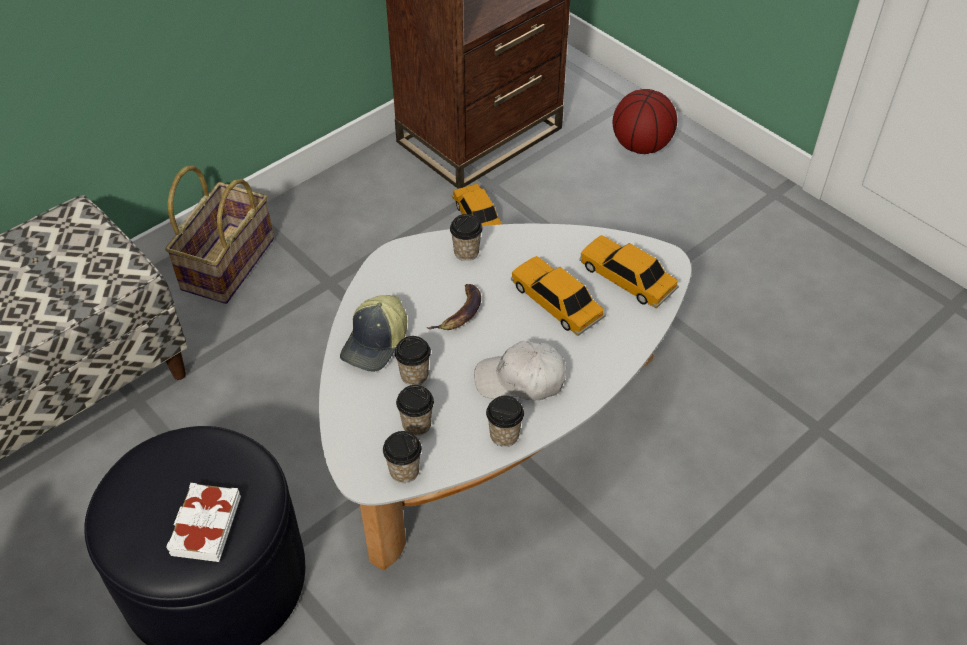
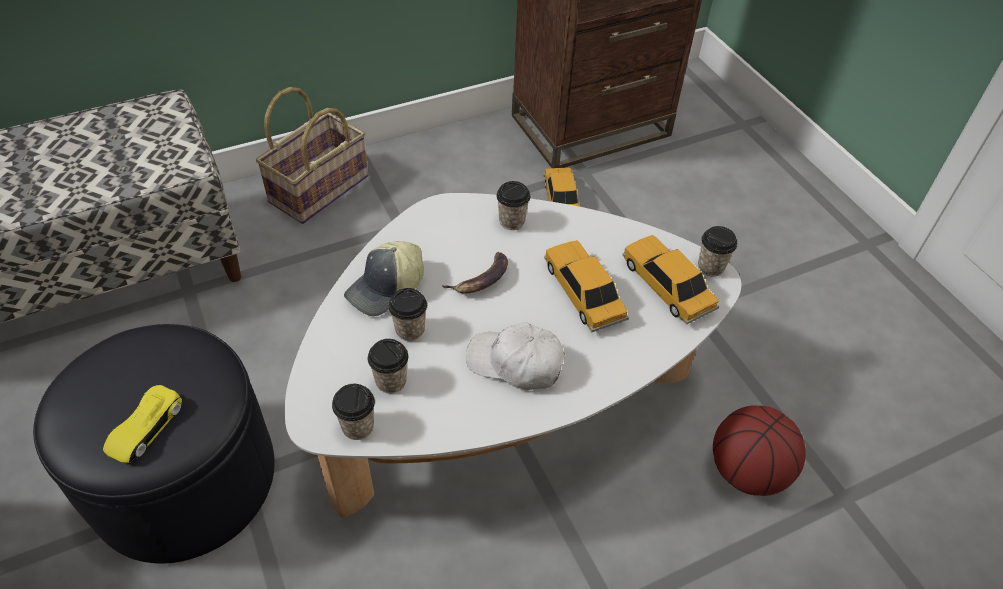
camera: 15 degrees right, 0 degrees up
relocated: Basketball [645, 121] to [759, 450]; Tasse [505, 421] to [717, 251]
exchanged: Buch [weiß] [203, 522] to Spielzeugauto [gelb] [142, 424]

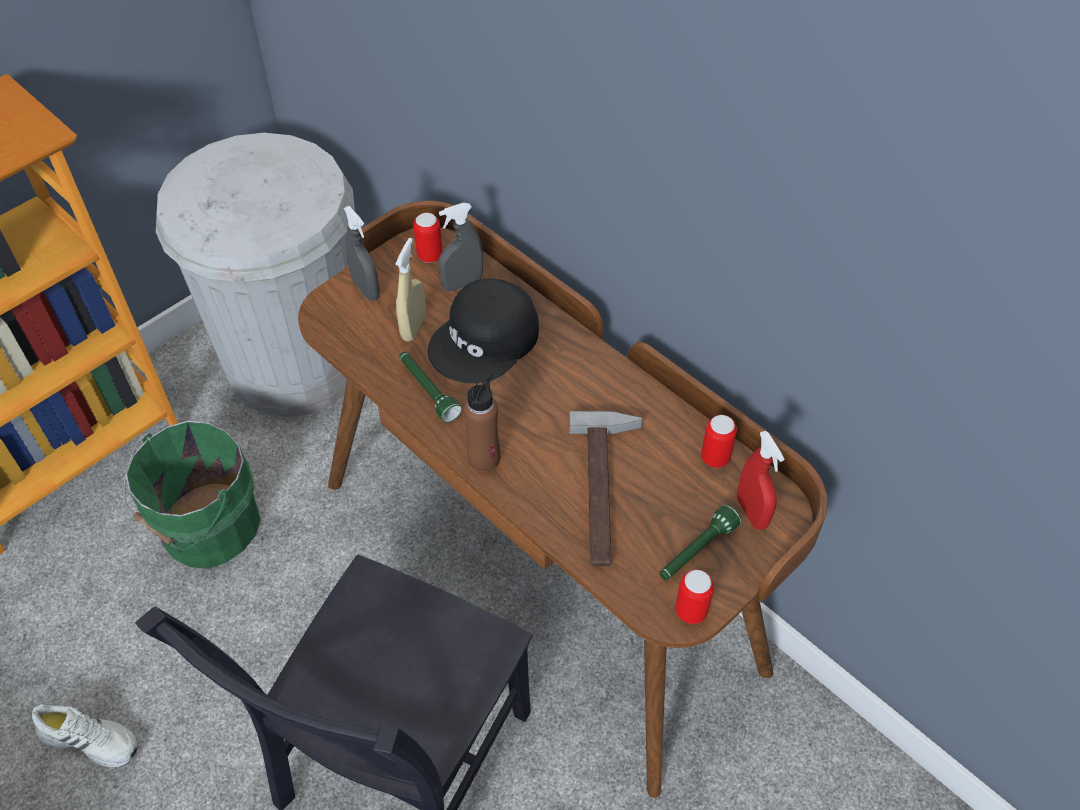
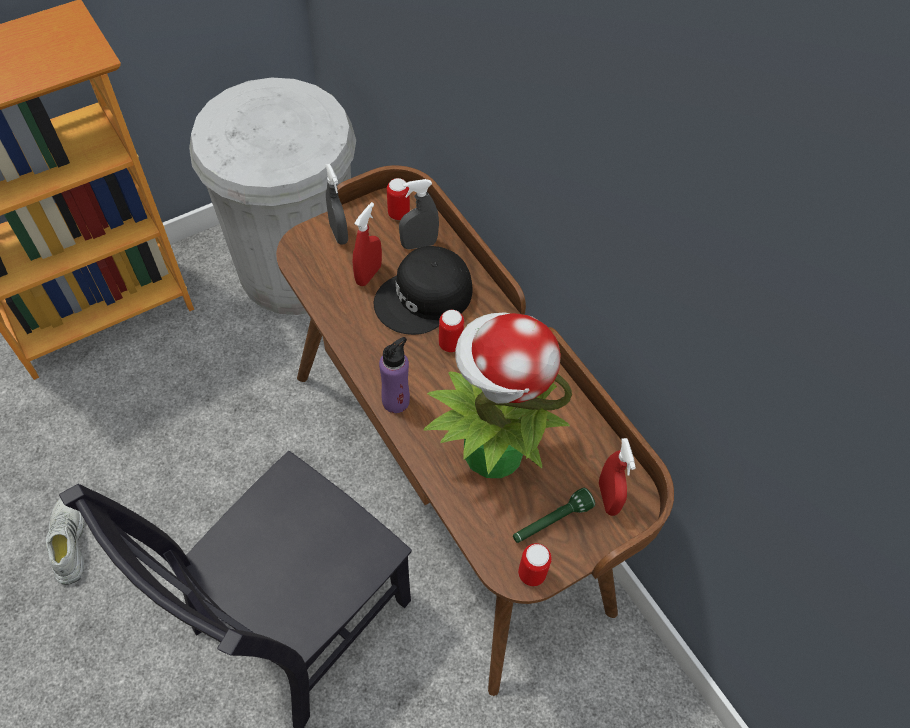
camera: 10 degrees right, 5 degrees up
missing: Taschenlampe [grün] [430, 387]; Eimer [grün] [192, 495]
relocated: Dose [719, 441] to [451, 331]
exchanged: Hammer [606, 488] to Topfpflanze [497, 395]
colour: Sprühflasche [beige] [410, 290] to Sprühflasche [rot] [367, 244]; Flasche [braun] [481, 422] to Flasche [lila] [394, 375]
spun: Schuh [weiß] [85, 736] = [65, 541] 135 degrees counterclockwise

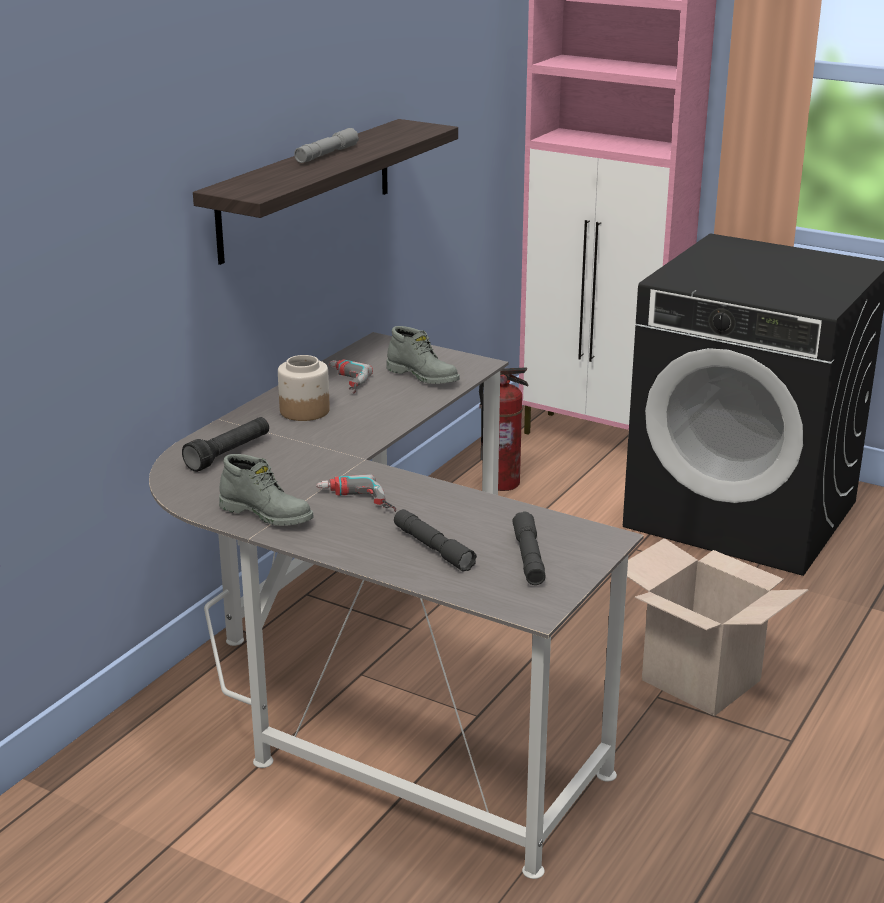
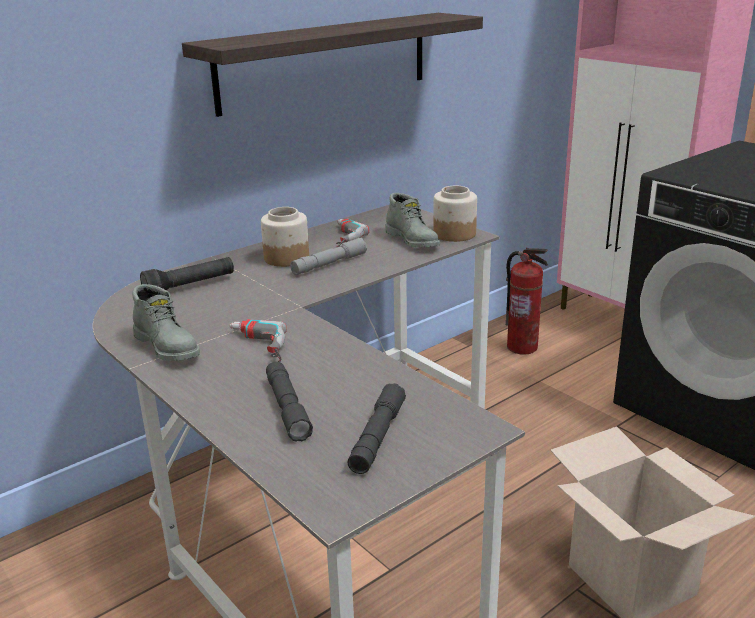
camera: 20 degrees right, 0 degrees up
appeared: Vorratsglas [455, 214]
relocated: Taschenlampe [grau] [326, 145] to [328, 256]

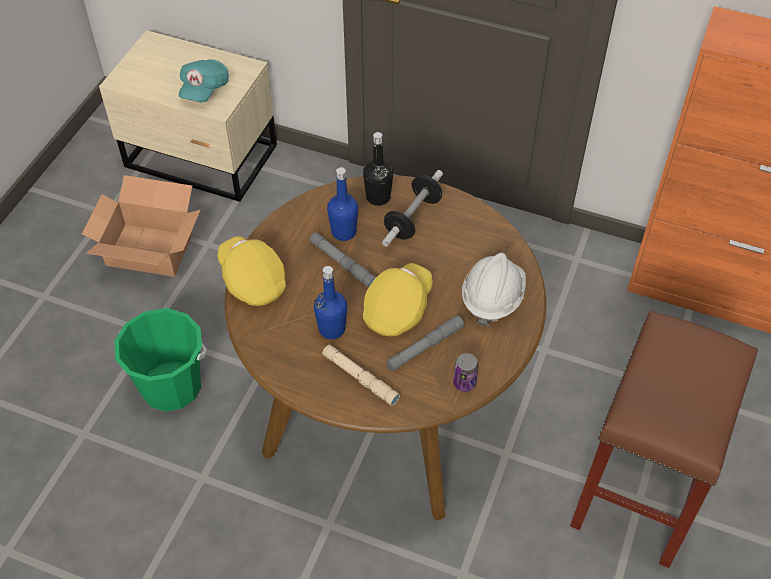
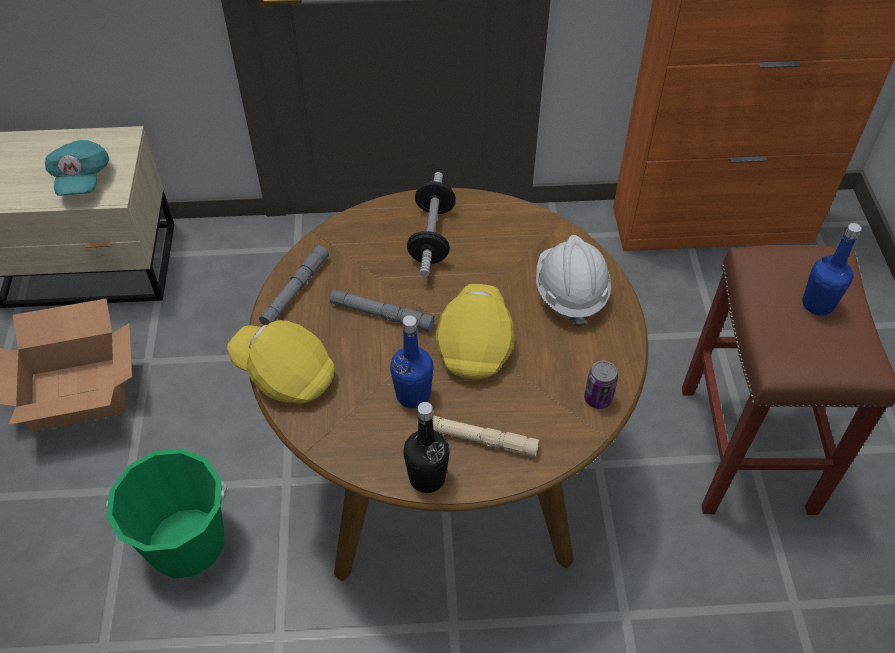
camera: 25 degrees left, 0 degrees up
relocated: Flasche [schwarz] [378, 169] to [426, 447]; Flasche [blau] [342, 204] to [831, 269]; Taschenlampe [grau] [425, 343] to [294, 285]

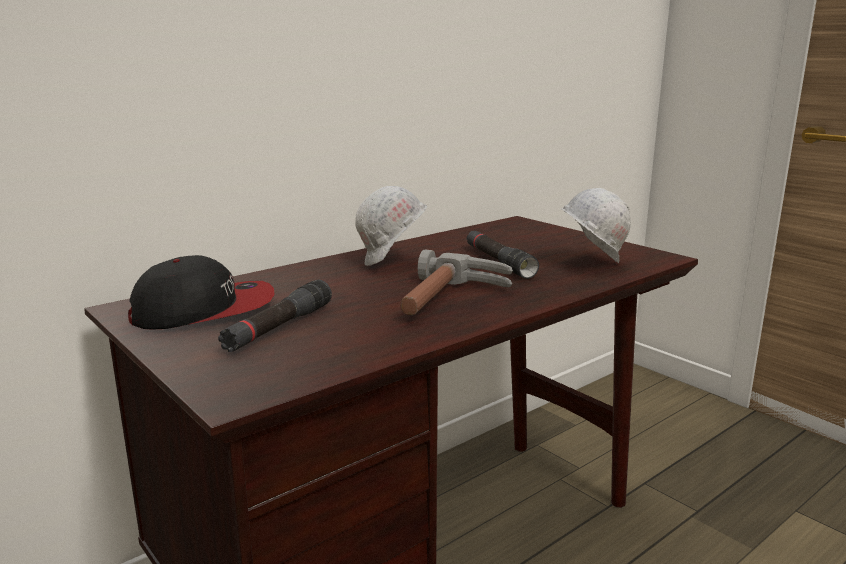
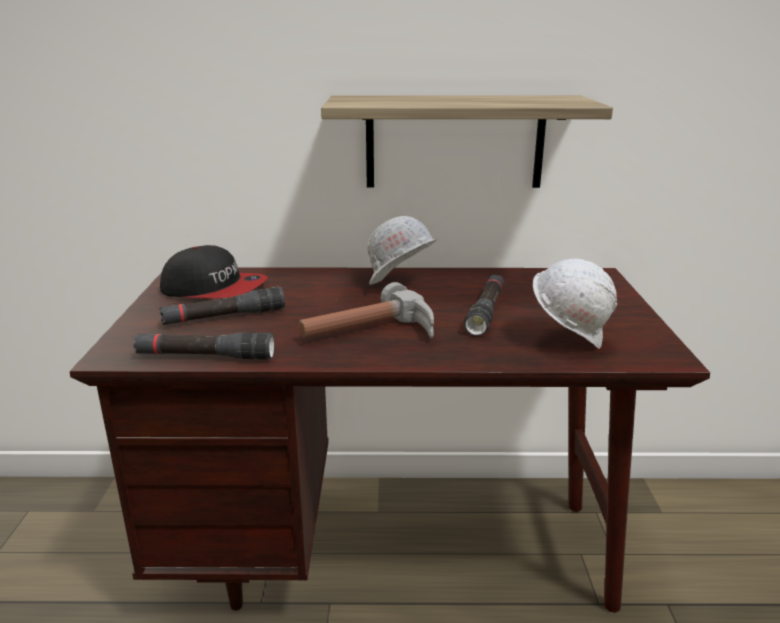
camera: 40 degrees right, 5 degrees up
appeared: Wandregal [467, 141]; Taschenlampe [schwarz] [203, 345]

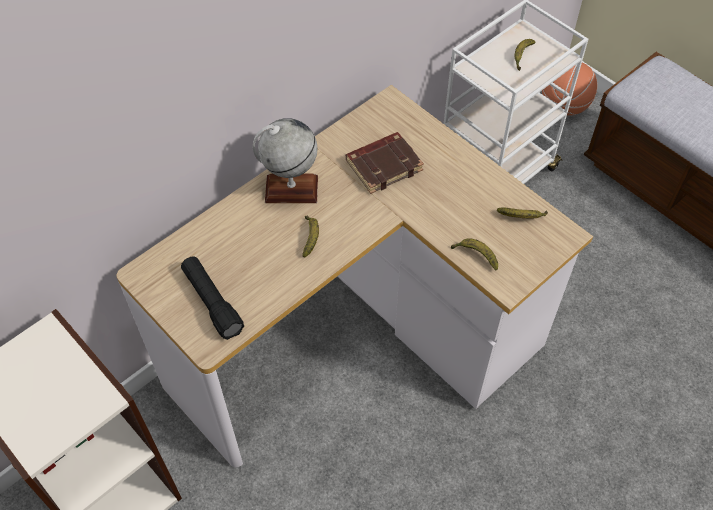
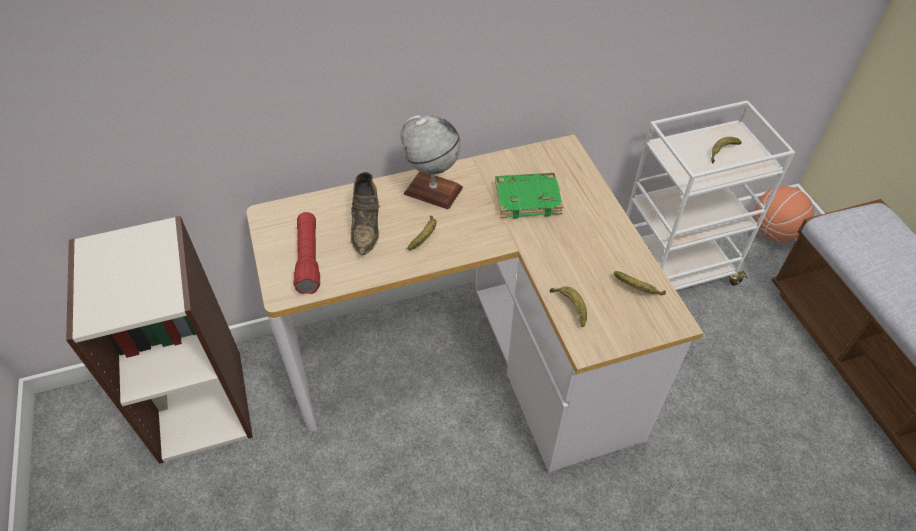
camera: 25 degrees right, 5 degrees down
appeared: Schuh [braun] [365, 213]
colour: Buch [braun] [385, 163] to Buch [grün] [529, 196]; Taschenlampe [schwarz] [212, 298] to Taschenlampe [rot] [307, 253]

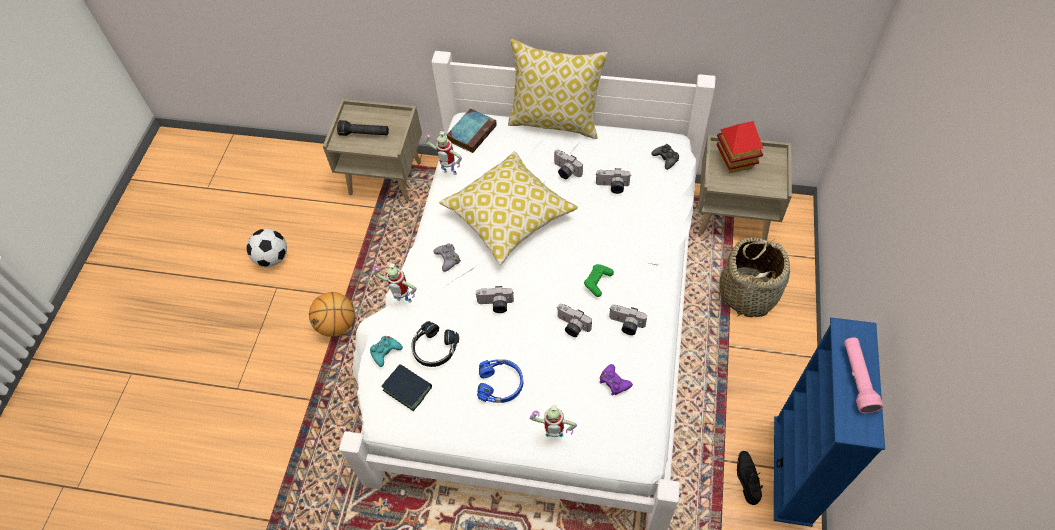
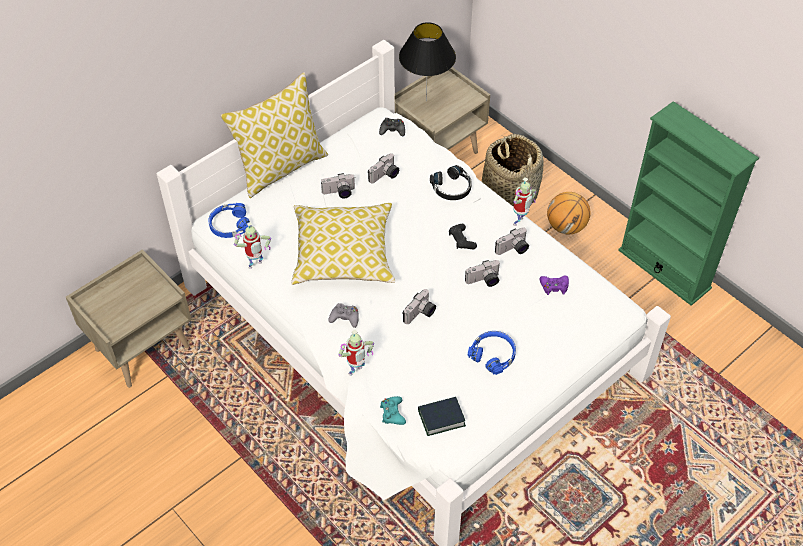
camera: 55 degrees left, 5 degrees down
missing: Taschenlampe [schwarz] [363, 128]; Fußball [266, 248]; Taschenlampe [rosa] [863, 375]; Schuh [schwarz] [750, 478]
relocated: Basketball [332, 314] to [569, 213]; Kopfhörer [schwarz] [435, 344] to [451, 182]; Spielzeugroboter [553, 421] to [524, 201]
exchanged: Buch [472, 130] to Kopfhörer [blau] [229, 220]; Spielzeughaus [740, 147] to Tischlampe [schwarz] [427, 61]
colour: Gamepad [grün] [599, 280] to Gamepad [schwarz] [463, 236]; Bücherregal [blau] [829, 422] to Bücherregal [grün] [688, 203]

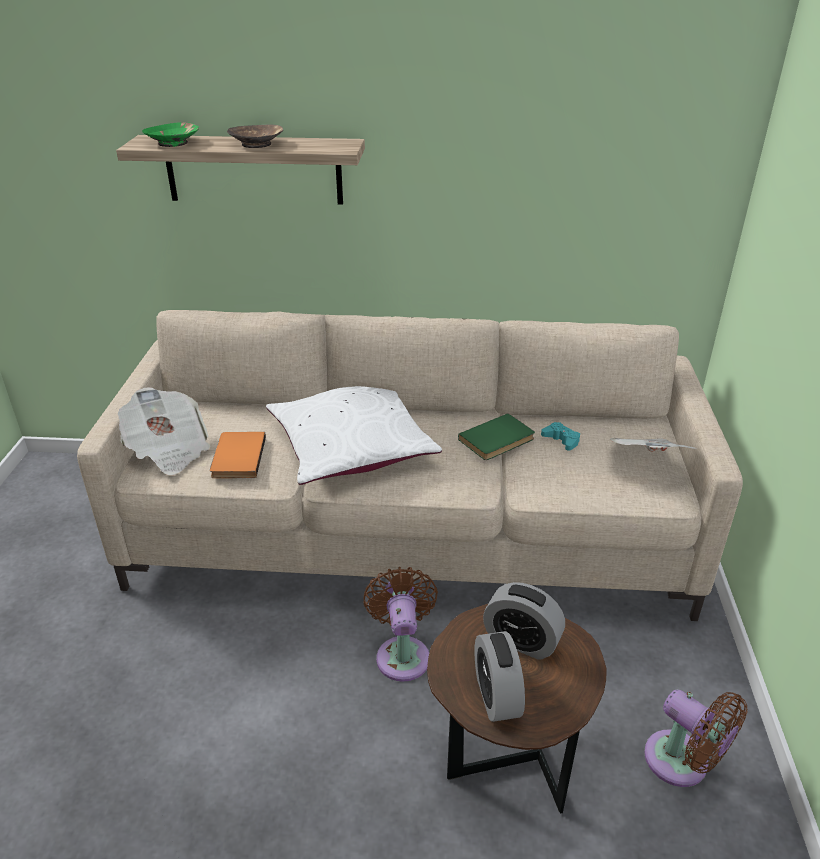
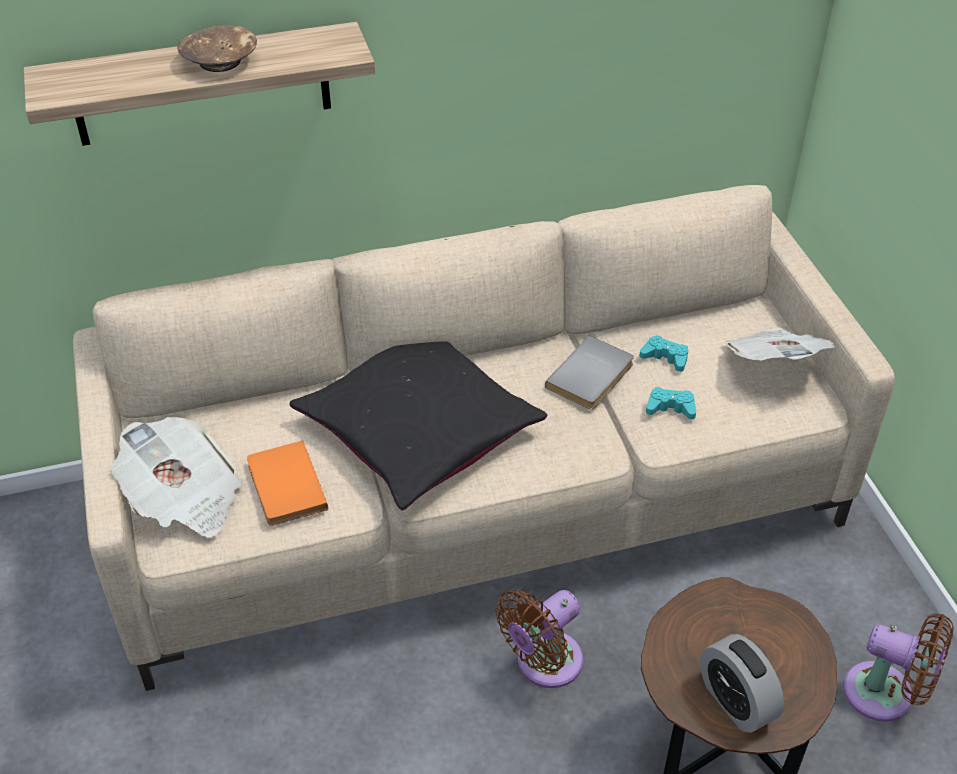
camera: 20 degrees left, 10 degrees up
missing: Schüssel [grün] [170, 134]; Wecker [524, 621]
appeared: Gamepad [türkis] [671, 403]
colour: Kissen [weiß] [354, 435] to Kissen [schwarz] [418, 425]; Buch [grün] [496, 436] to Buch [grau] [589, 372]
spun: Ventilator [braun] [400, 624] = [539, 638] 105 degrees counterclockwise

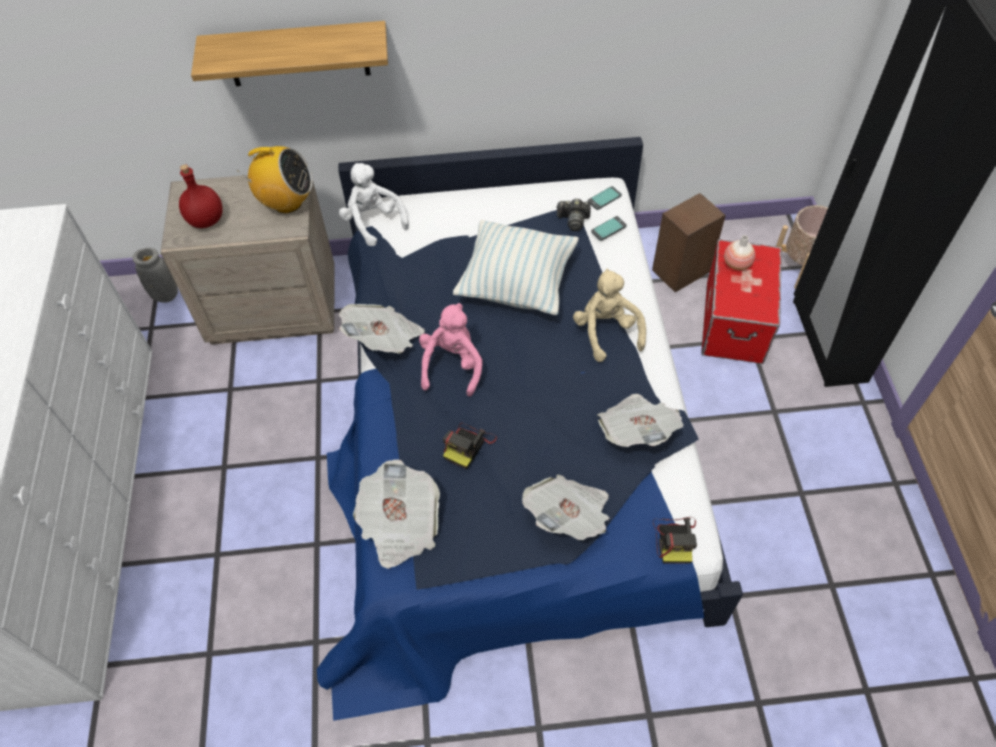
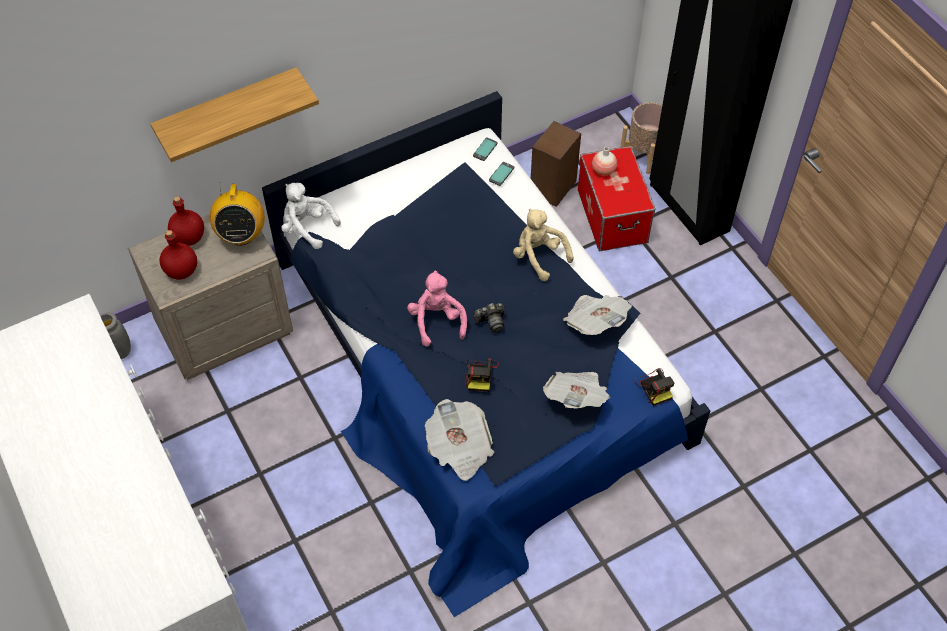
camera: 25 degrees left, 0 degrees up
missing: Kissen [516, 267]; Zeitung [382, 329]
appeared: Flasche [rot] [186, 221]
relocated: Kamera [573, 215] to [489, 318]
spun: Radio [275, 179] = [237, 213] 105 degrees clockwise

